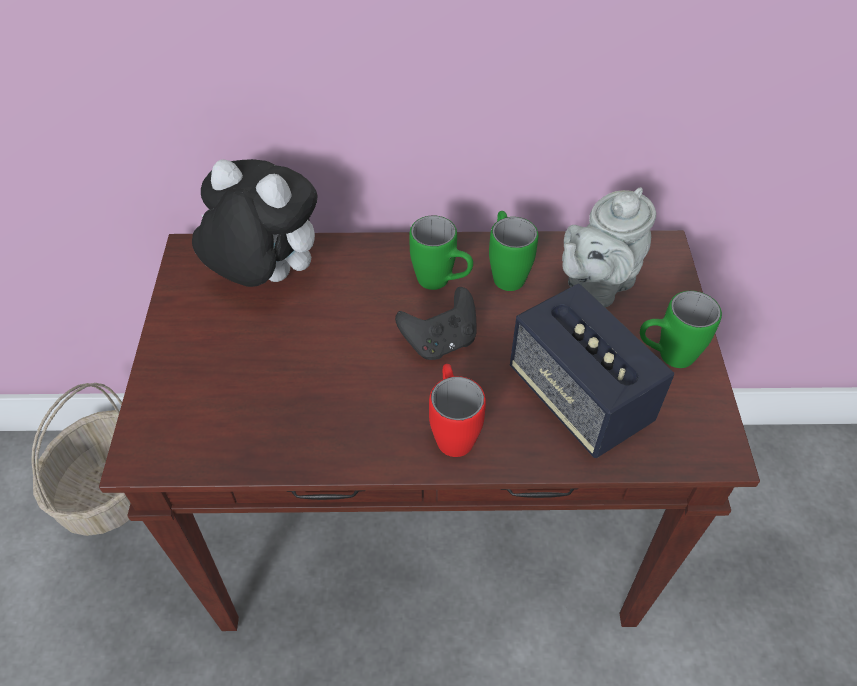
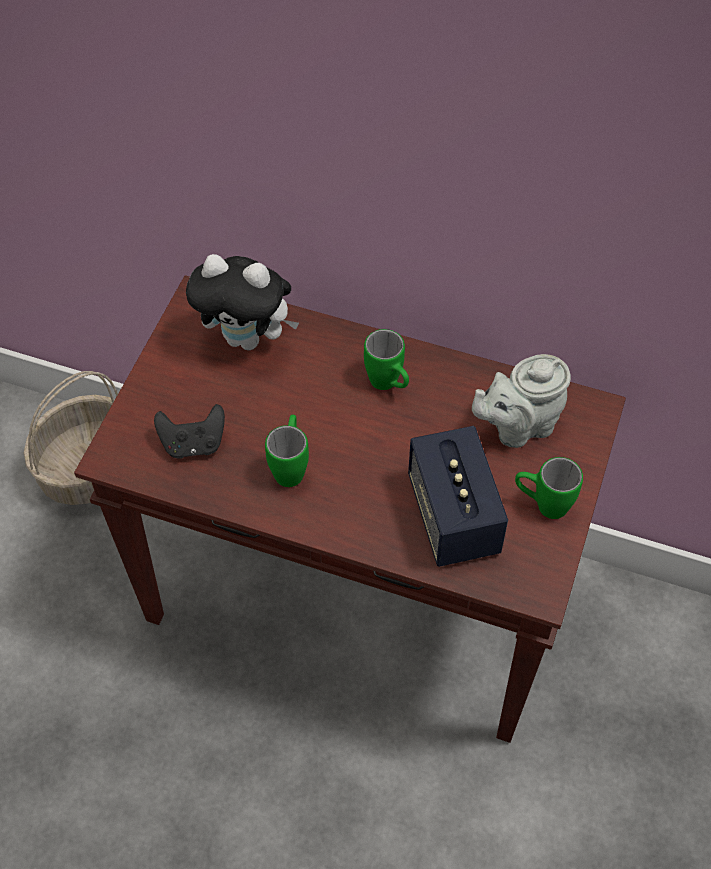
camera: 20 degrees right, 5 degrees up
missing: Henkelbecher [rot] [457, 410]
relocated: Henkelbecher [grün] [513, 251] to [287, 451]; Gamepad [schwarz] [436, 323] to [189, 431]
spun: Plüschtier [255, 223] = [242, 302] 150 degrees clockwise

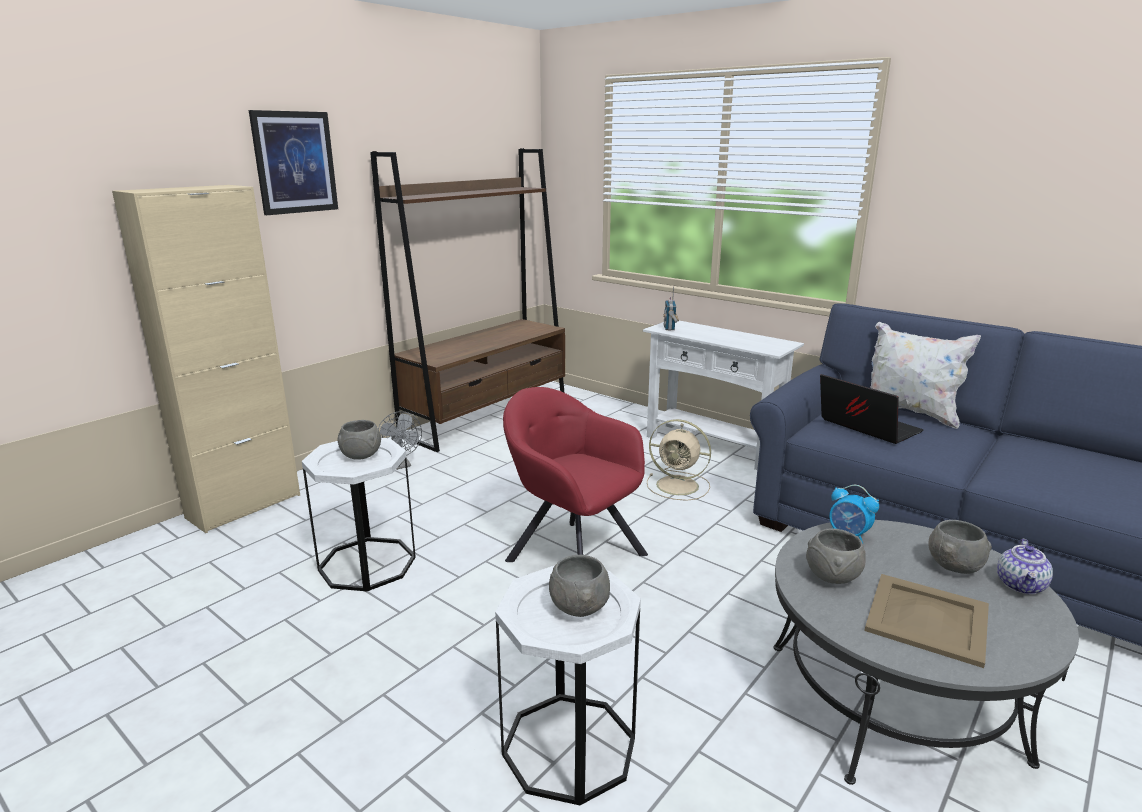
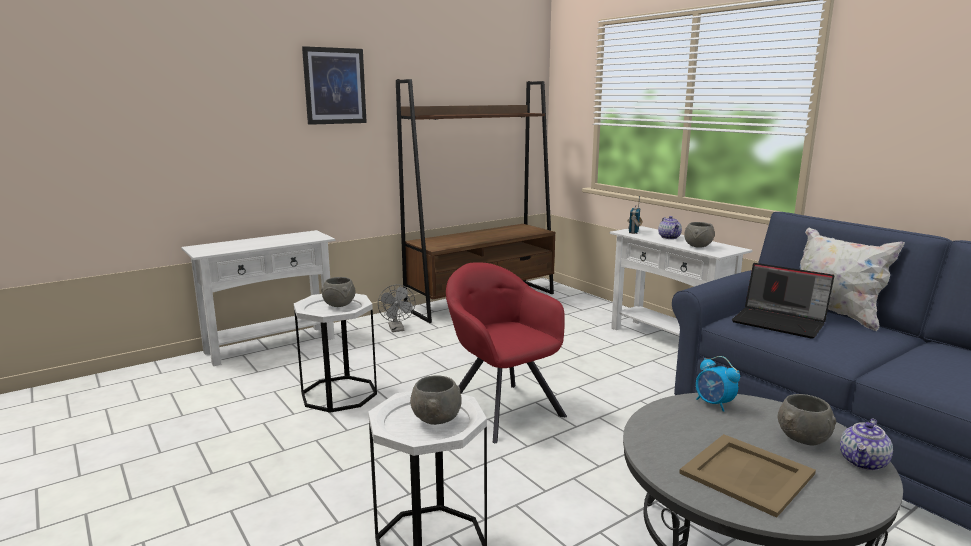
camera: 15 degrees right, 5 degrees down
missing: Ventilator [beige] [679, 460]
appeared: Teekanne [670, 227]
relocated: Schüssel [grau] [836, 556] to [699, 235]
exchanged: Schrank [beige] [206, 359] to Konsolentisch [weiß] [258, 298]
spun: Laptop [871, 409] = [783, 301] 150 degrees clockwise

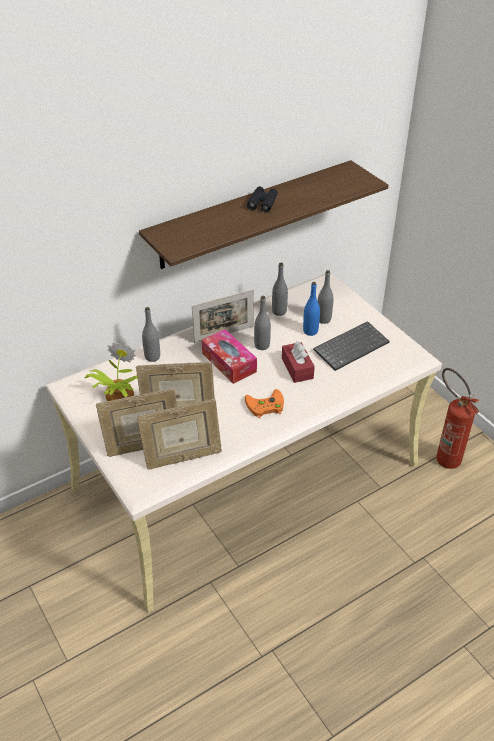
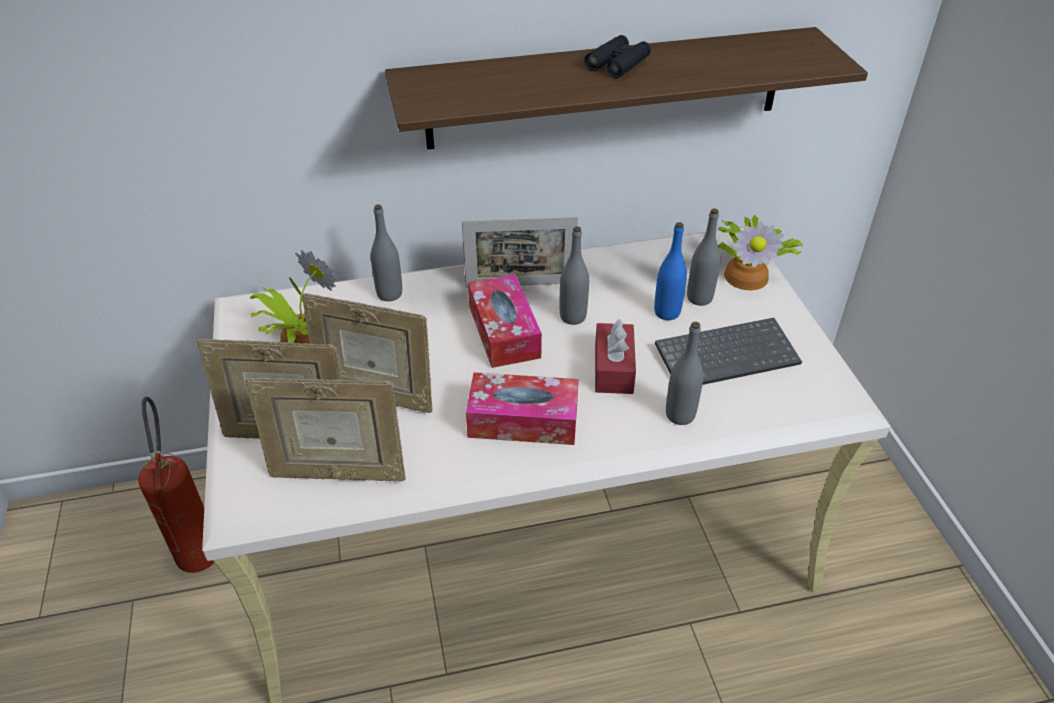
camera: 20 degrees right, 0 degrees up
appeared: Topfpflanze [760, 252]
relocated: Flasche [grau] [280, 289] to [684, 373]; Feuerlöscher [458, 418] to [176, 485]
exchanged: Gamepad [orange] [264, 403] to Taschentuchbox [522, 408]

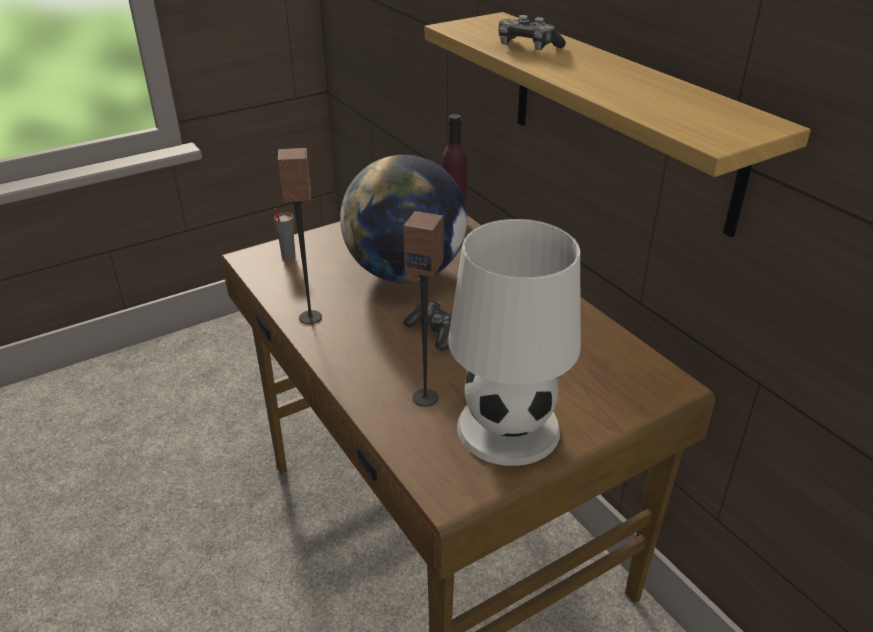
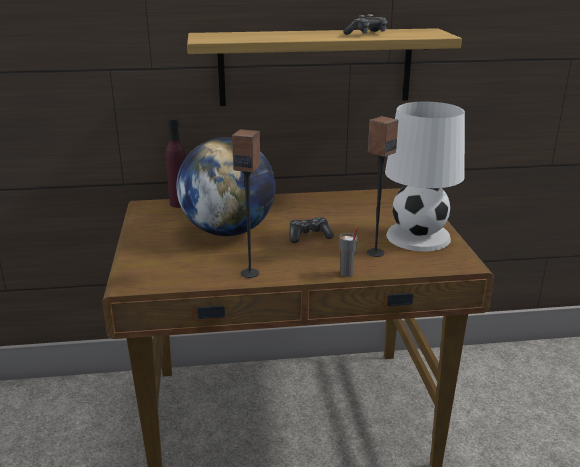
camera: 65 degrees left, 10 degrees down
relocated: Gamepad [532, 32] to [365, 24]; Tasse [grau] [285, 234] to [348, 252]

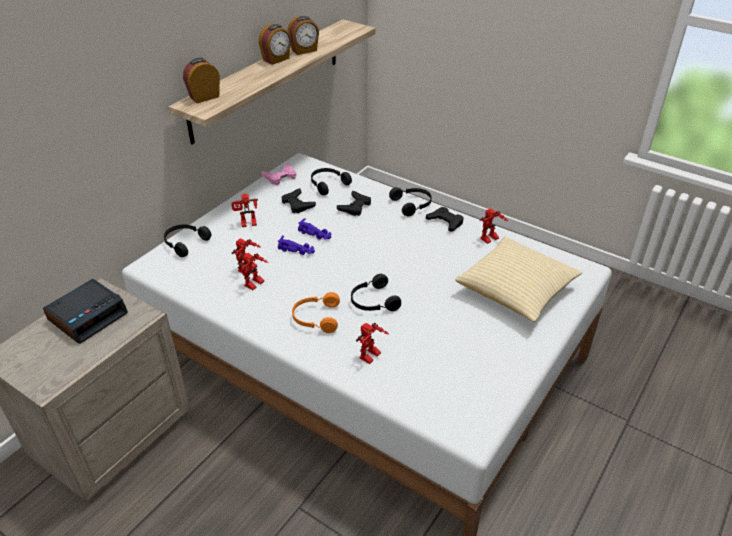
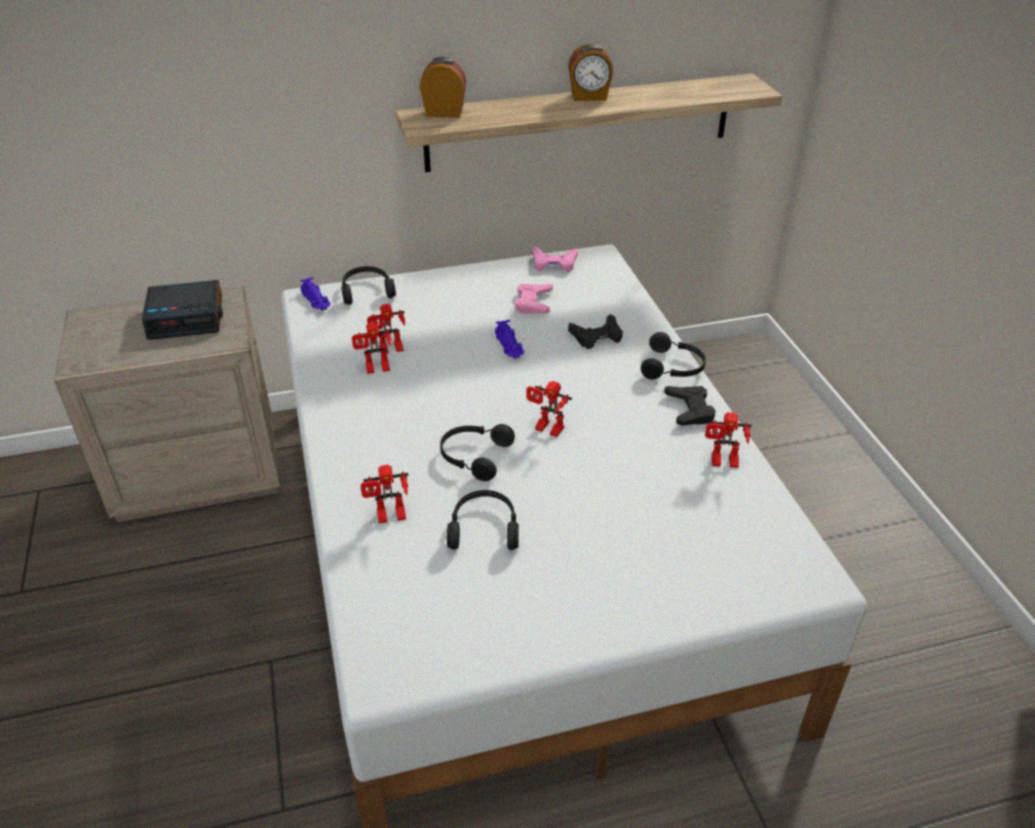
camera: 40 degrees right, 0 degrees up
missing: Wecker [303, 35]; Kissen [518, 279]; Kopfhörer [orange] [316, 312]
relocated: Kopfhörer [schwarz] [331, 181] to [483, 520]; Spielzeugroboter [244, 210] to [549, 409]; Spielzeugauto [lila] [296, 245] to [315, 294]
colour: Gamepad [schwarz] [299, 201] to Gamepad [rosa] [533, 299]

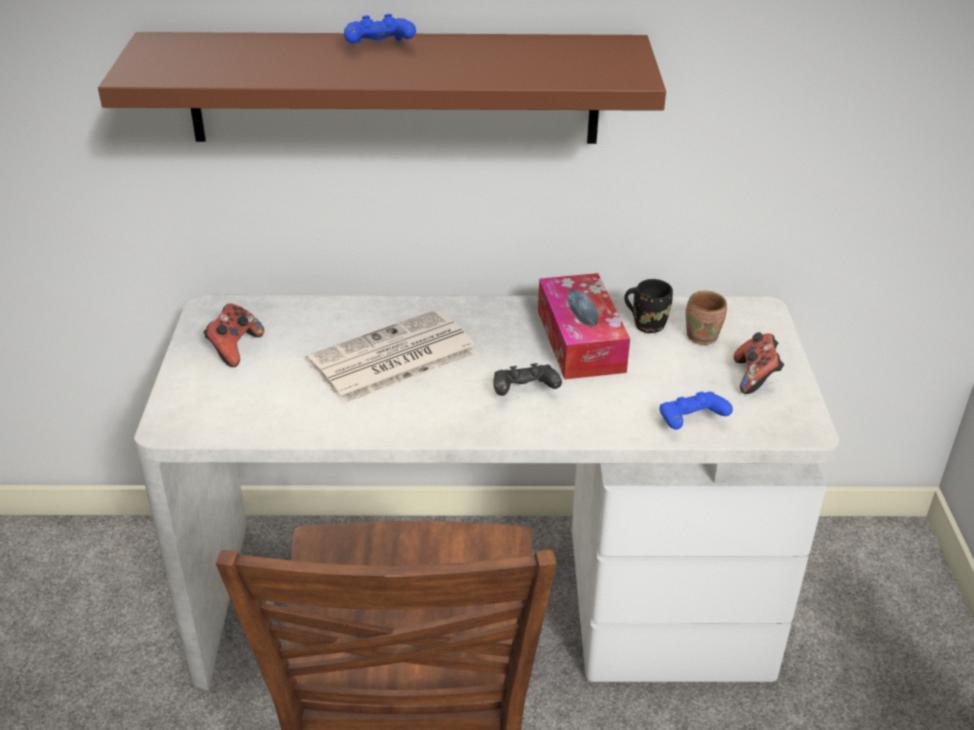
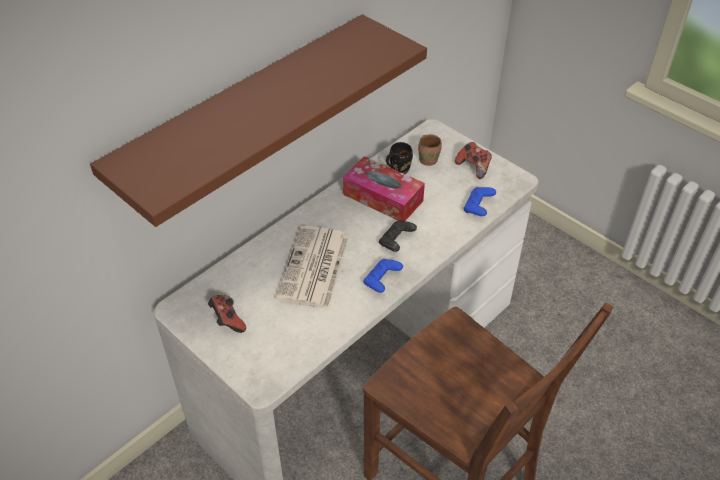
camera: 45 degrees left, 10 degrees up
relocated: Gamepad [blau] [380, 29] to [383, 276]

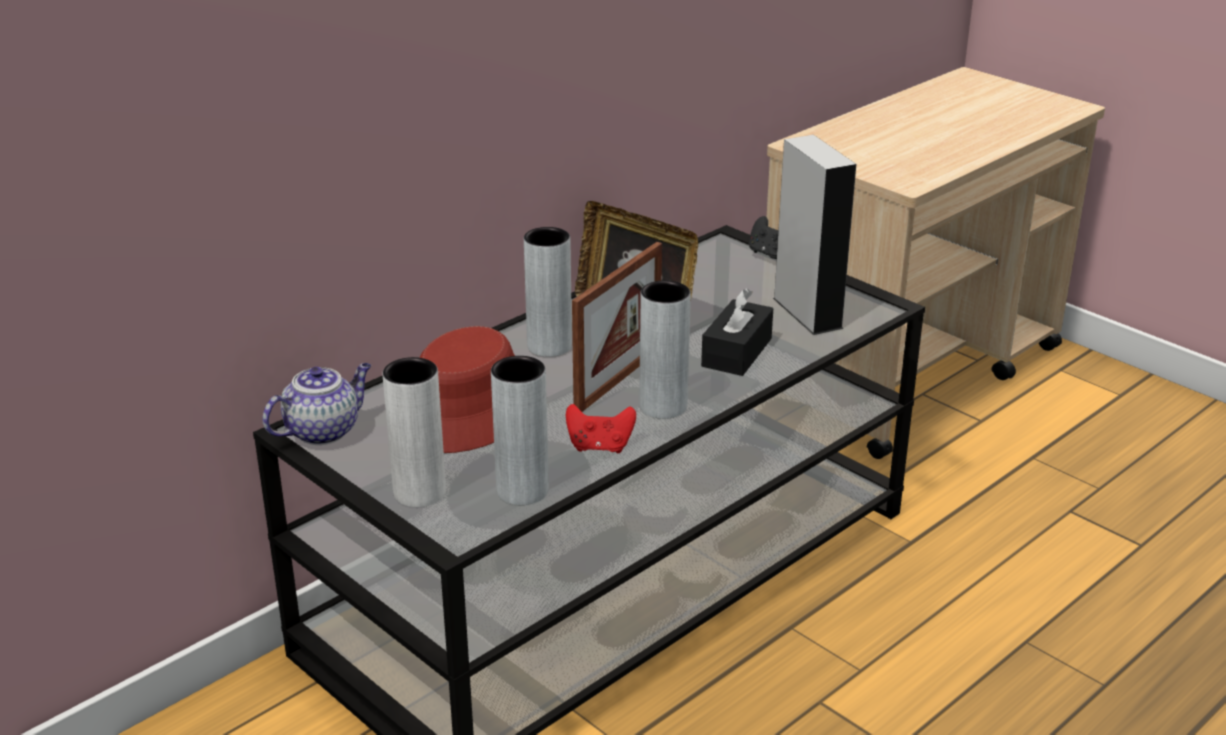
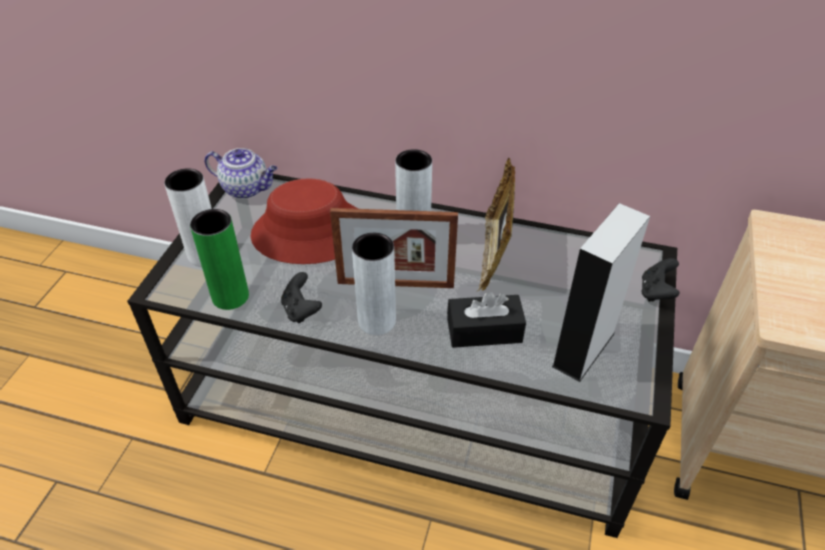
camera: 60 degrees right, 15 degrees up
colour: Vase [grau] [520, 430] to Vase [grün] [219, 259]; Gamepad [rot] [601, 428] to Gamepad [schwarz] [301, 298]

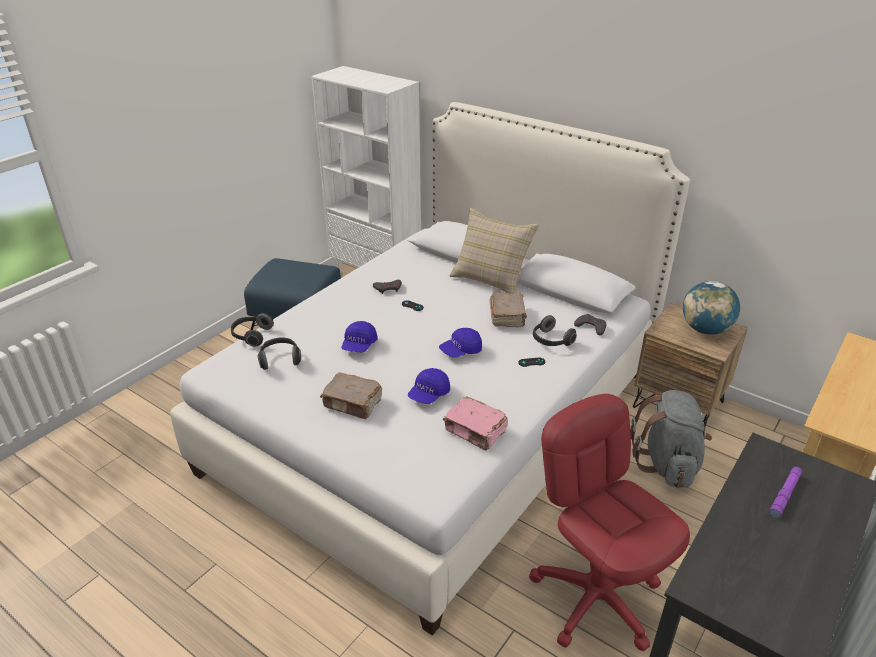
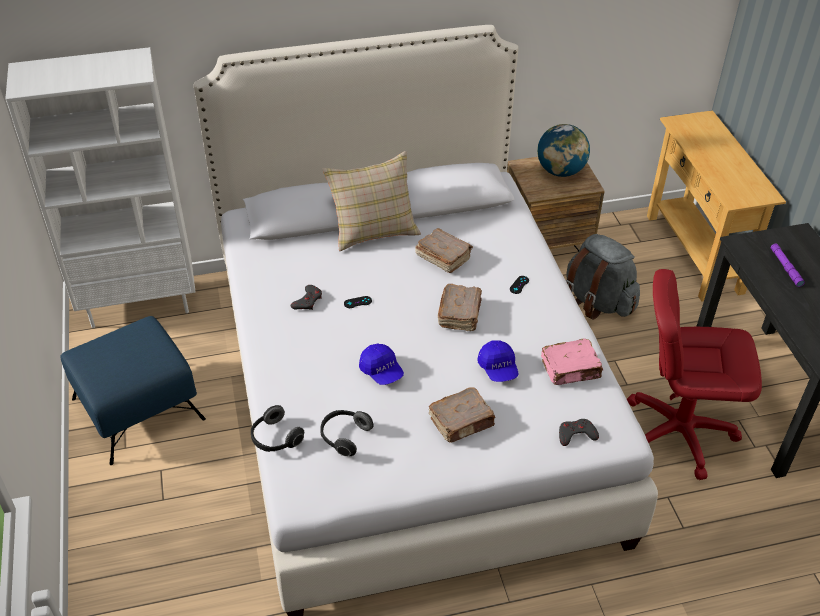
camera: 50 degrees left, 10 degrees up
missing: Kopfhörer [555, 330]
relocated: Gamepad [grau] [590, 324] to [579, 432]
exchanged: Kappe [blau] [460, 342] to Buch [braun] [460, 307]

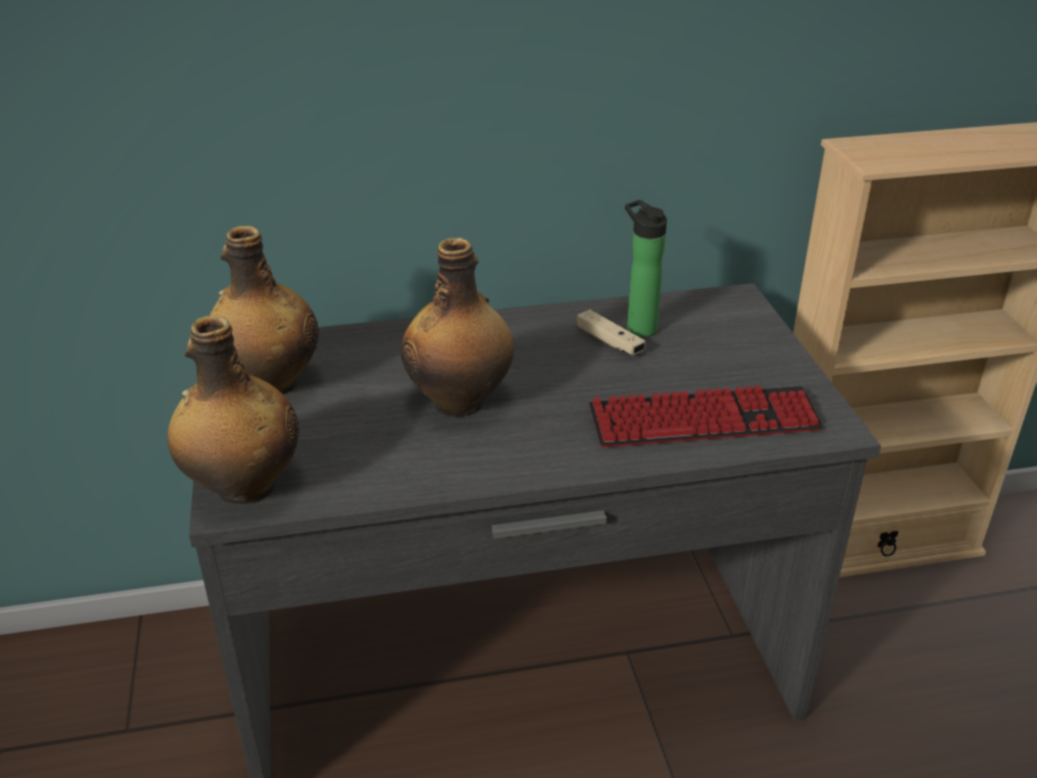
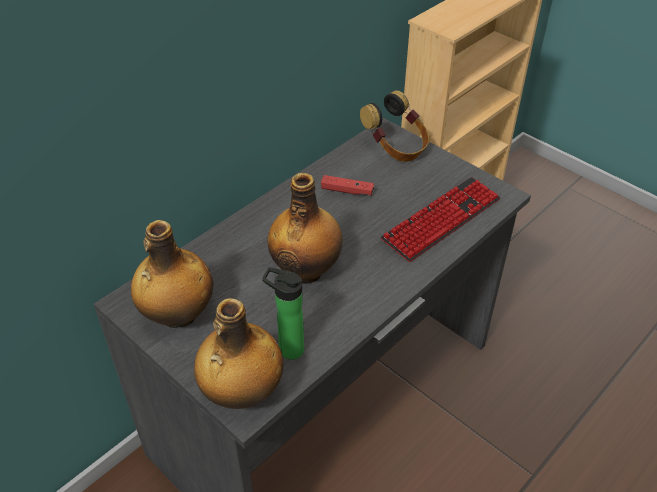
camera: 35 degrees left, 10 degrees up
appeared: Kopfhörer [394, 126]
relocated: Flasche [646, 268] to [283, 313]
colour: Gamepad [beige] [611, 332] to Gamepad [rot] [347, 185]

